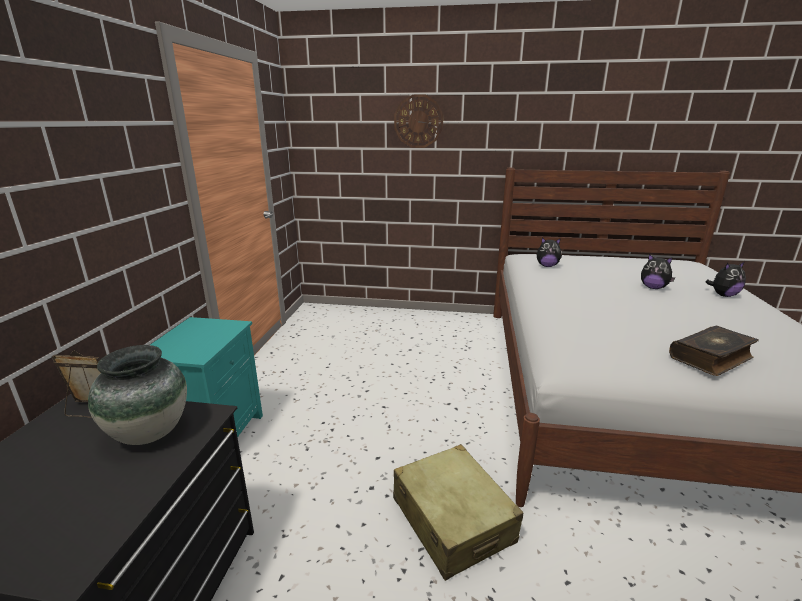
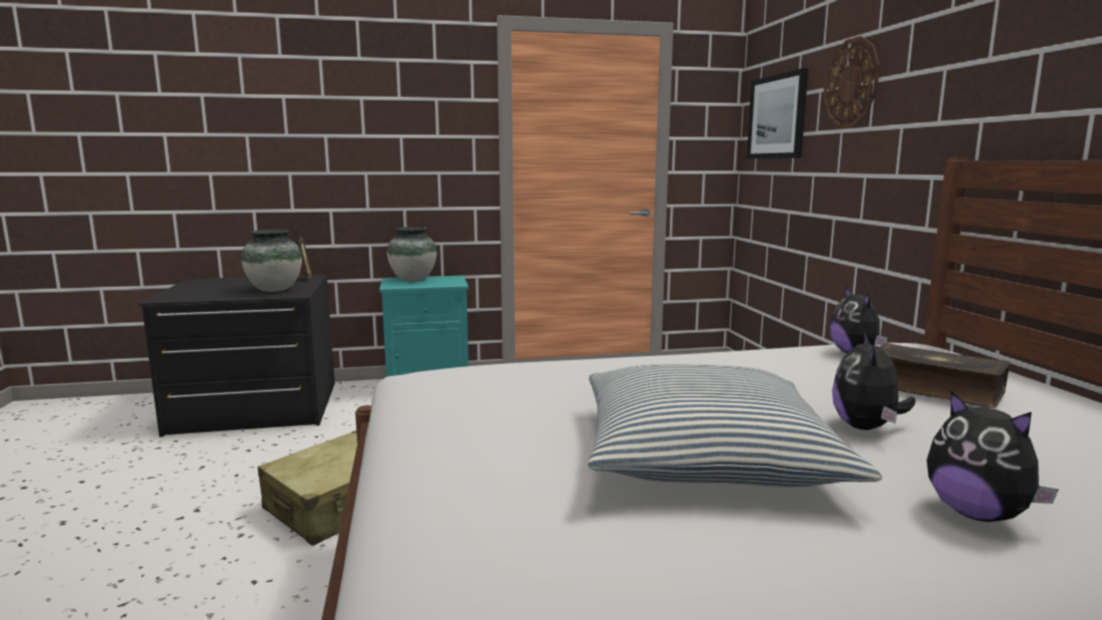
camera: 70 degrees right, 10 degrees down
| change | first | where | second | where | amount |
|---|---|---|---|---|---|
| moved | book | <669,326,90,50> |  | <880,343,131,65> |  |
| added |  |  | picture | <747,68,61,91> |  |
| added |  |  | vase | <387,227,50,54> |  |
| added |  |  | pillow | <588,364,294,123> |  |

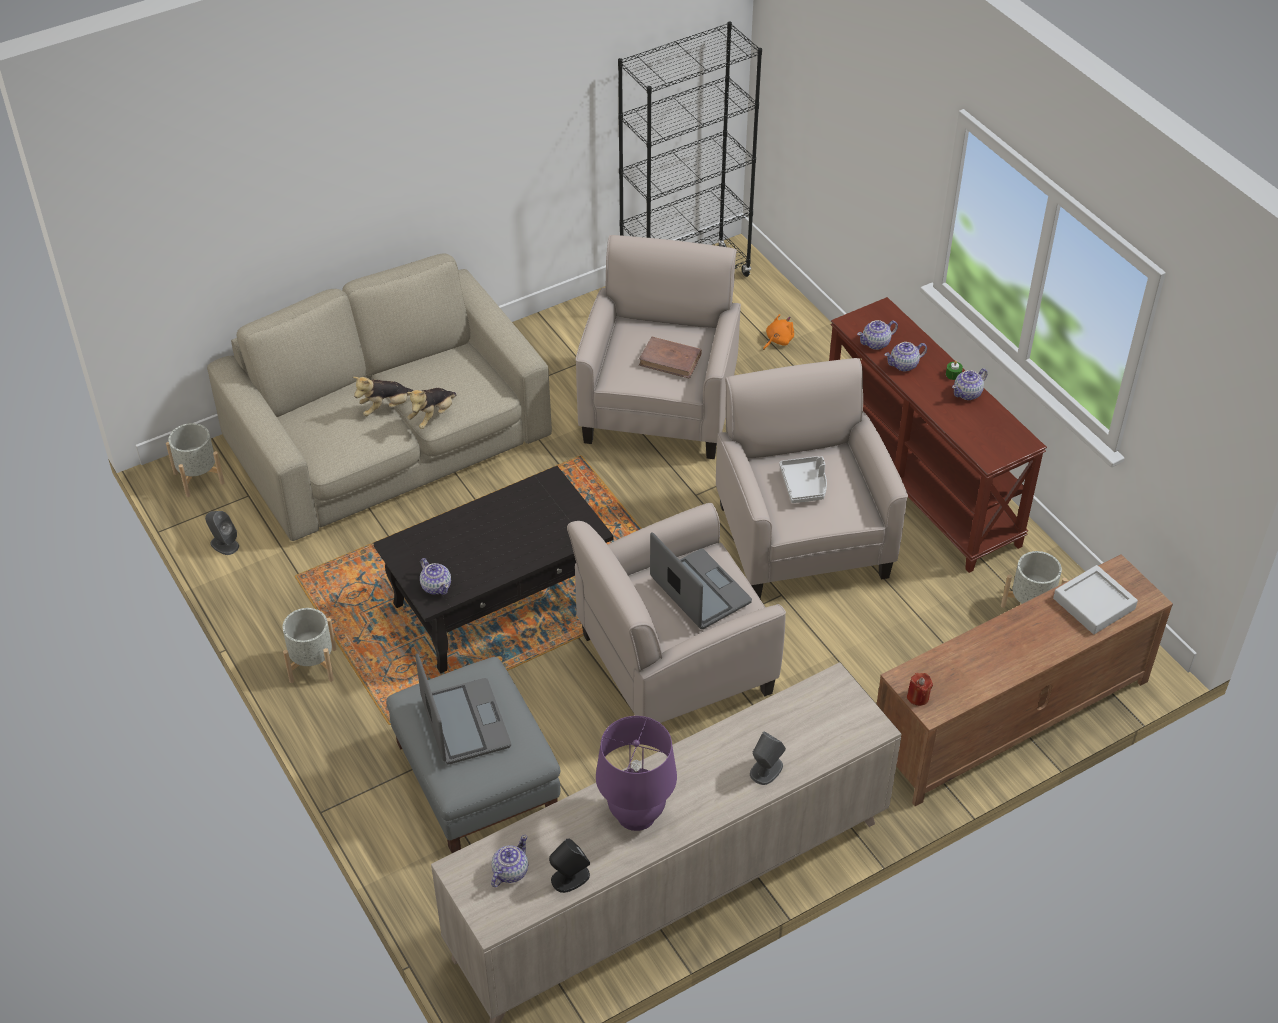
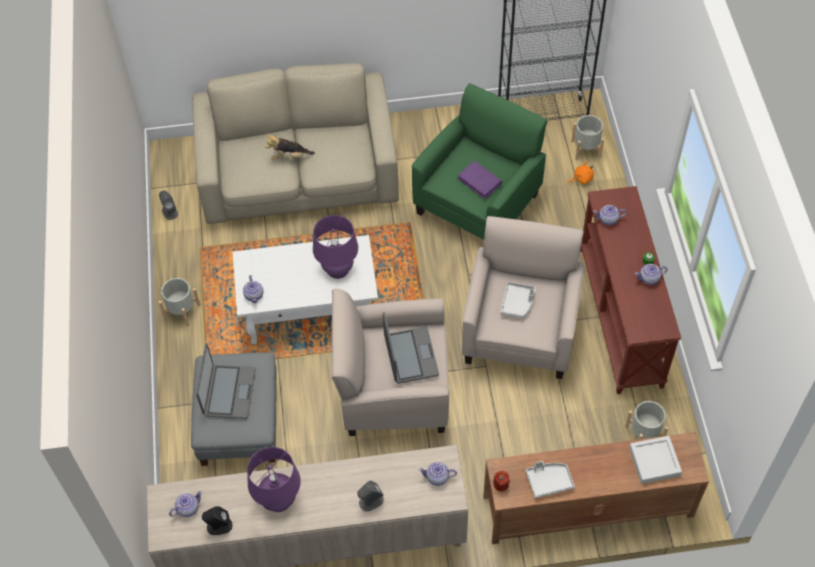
camera: 25 degrees right, 10 degrees up
| change | first | where | second | where | amount |
|---|---|---|---|---|---|
| recoloured | armchair (beige) | <575,235,166,224> | armchair (green) | <412,83,136,157> |  |
| recoloured | book (brown) | <639,337,63,42> | book (purple) | <457,161,45,38> |  |
| moved | teapot | <884,342,43,29> |  | <419,462,38,24> |  |
| removed | plush toy | <407,388,49,41> |  |  |  |
| moved | planter (grey) | <166,423,59,74> |  | <571,115,33,45> |  |
| recoloured | coffee table (black) | <374,466,239,207> | coffee table (white) | <233,235,145,110> |  |
| added |  |  | table lamp (purple) | <313,215,45,64> |  |
| added |  |  | tray (grey) | <526,461,49,37> |  |

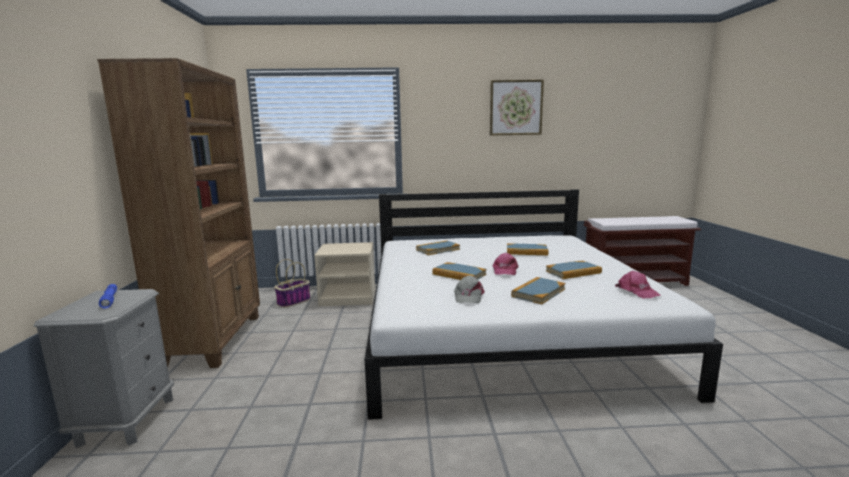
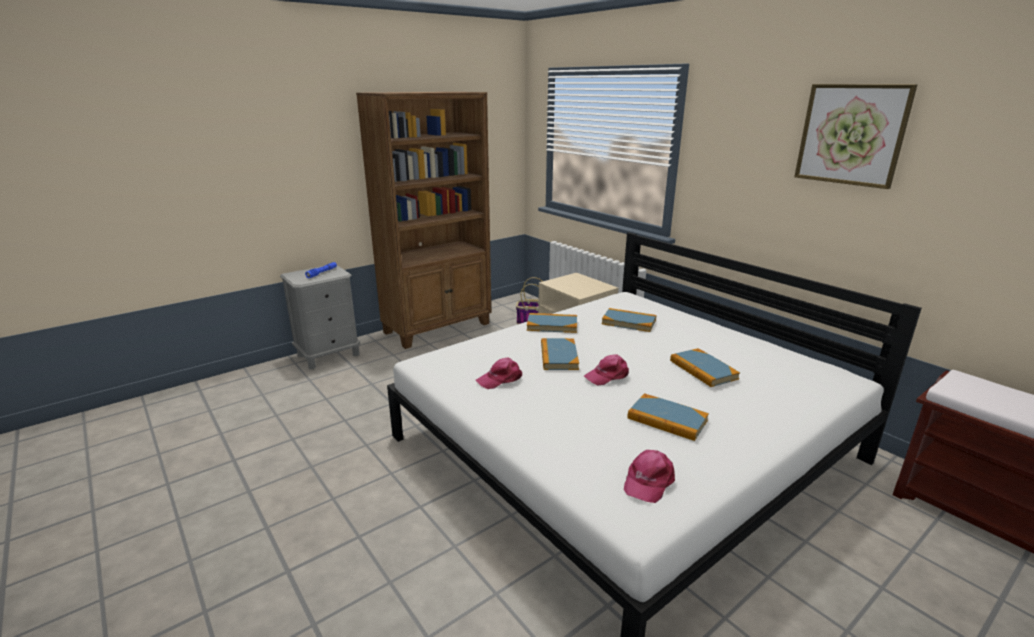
camera: 55 degrees right, 10 degrees up
| change | first | where | second | where | amount |
|---|---|---|---|---|---|
| recoloured | cap (grey) | <454,275,31,29> | cap (pink) | <476,357,46,32> |  |
| moved | book | <511,277,55,27> |  | <527,313,50,20> |  |

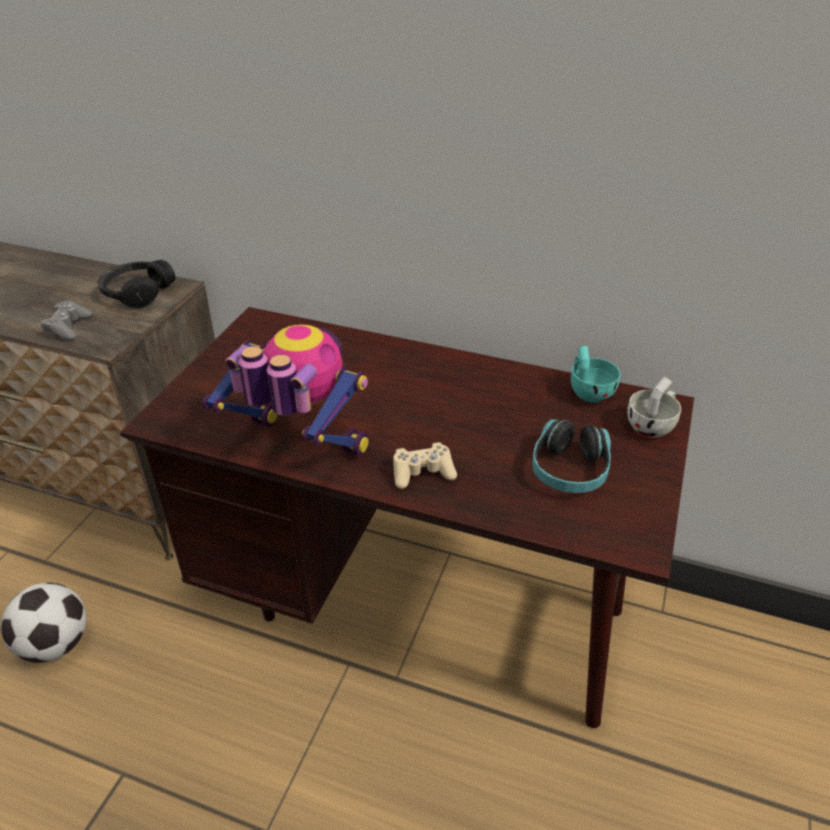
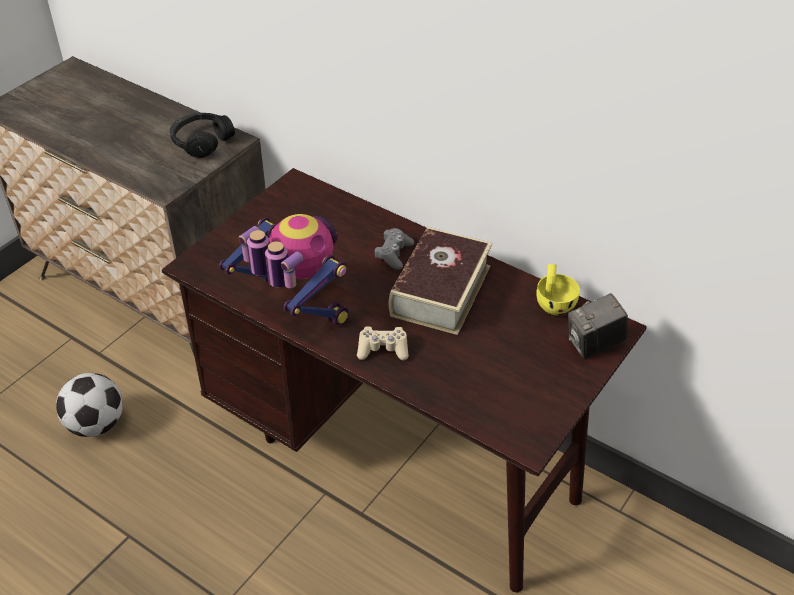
camera: 15 degrees right, 5 degrees up
| change | first | where | second | where | amount |
|---|---|---|---|---|---|
| moved | game controller (grey) | <41,301,51,39> |  | <374,228,40,42> |  |
| recoloured | cup (turquoise) | <571,346,50,57> | cup (yellow) | <536,264,44,51> |  |
| replaced | cup (white) | <627,377,54,61> | photo camera | <568,293,60,66> |  |
| removed | headphones | <532,419,79,74> |  |  |  |
| added |  |  | book | <389,227,103,108> |  |

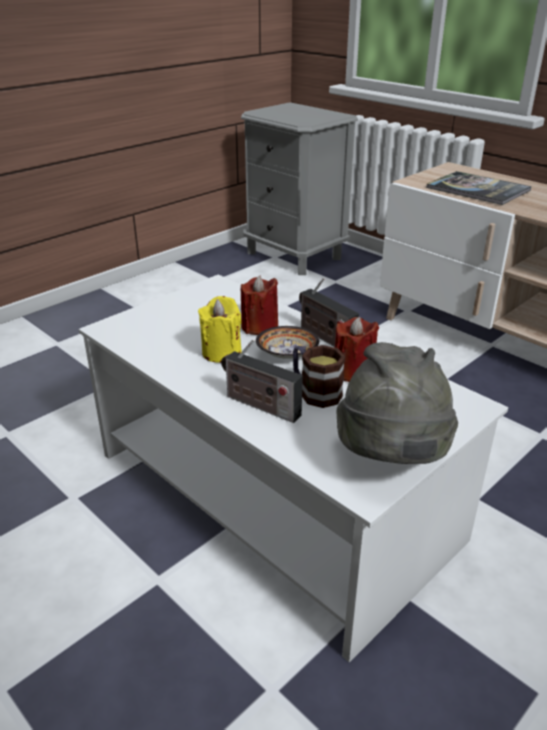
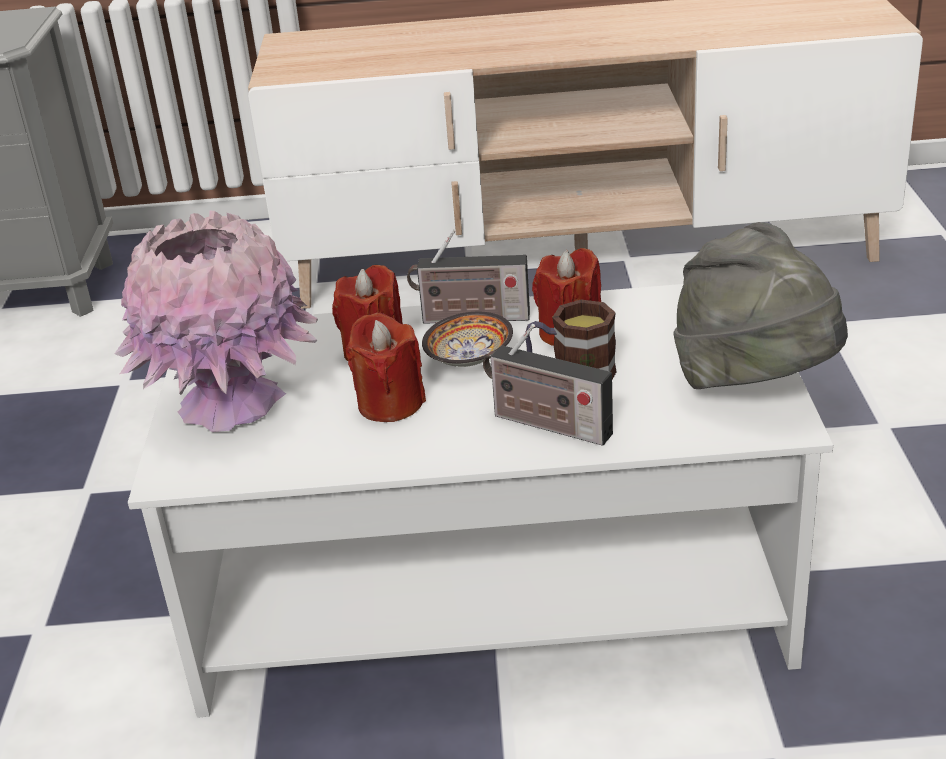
camera: 45 degrees left, 0 degrees up
| change | first | where | second | where | amount |
|---|---|---|---|---|---|
| removed | book | <426,171,106,34> |  |  |  |
| recoloured | candle (yellow) | <198,296,44,67> | candle (red) | <346,312,80,110> |  |
| turned | radio | <221,339,82,84> |  | <483,324,130,122> | 45 degrees clockwise |
| added |  |  | vase (pink) | <114,211,204,221> |  |

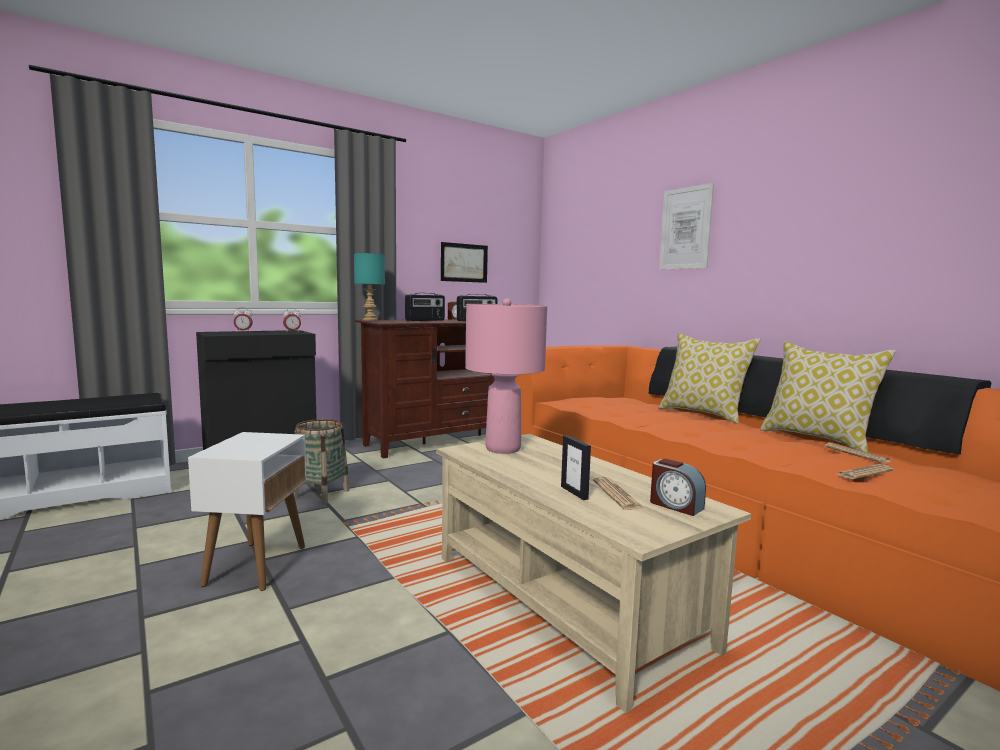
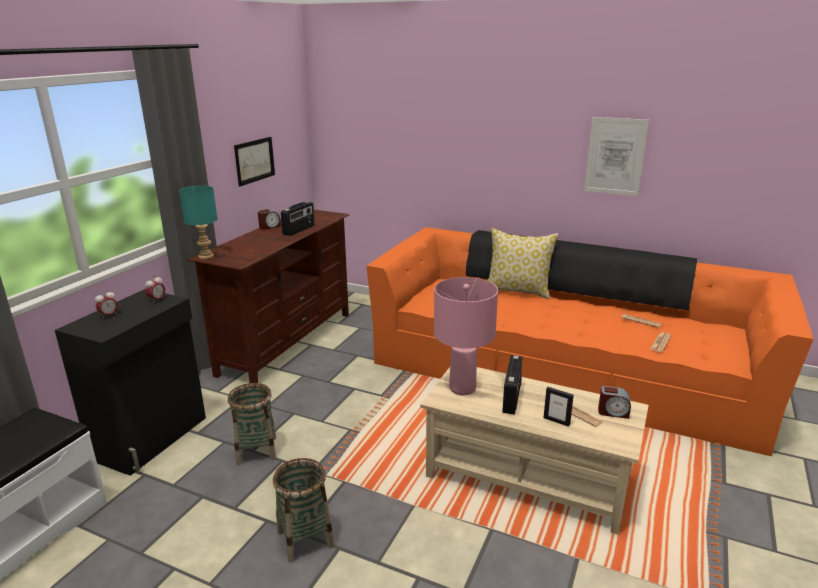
camera: 30 degrees left, 15 degrees up
| change | first | where | second | where | amount |
|---|---|---|---|---|---|
| moved | picture | <659,183,55,87> |  | <584,117,65,79> |  |
| moved | radio | <405,293,40,28> |  | <502,355,20,60> |  |
| removed | pillow | <760,341,136,112> |  |  |  |
| replaced | side table (white) | <188,432,118,159> | basket | <273,458,61,105> |  |

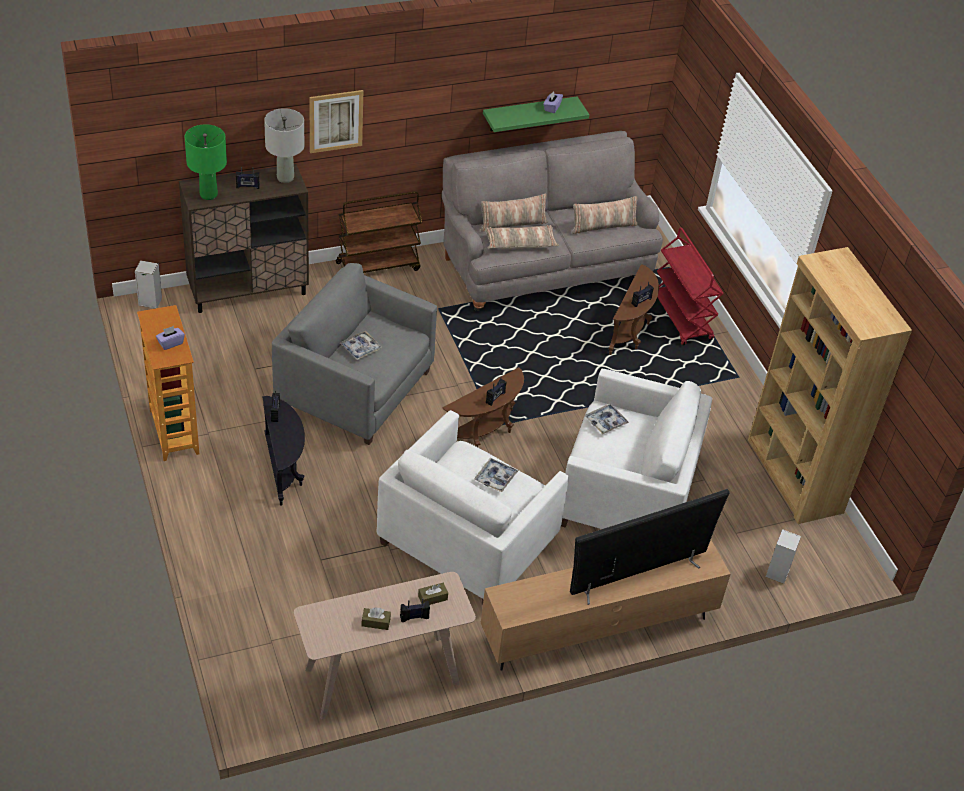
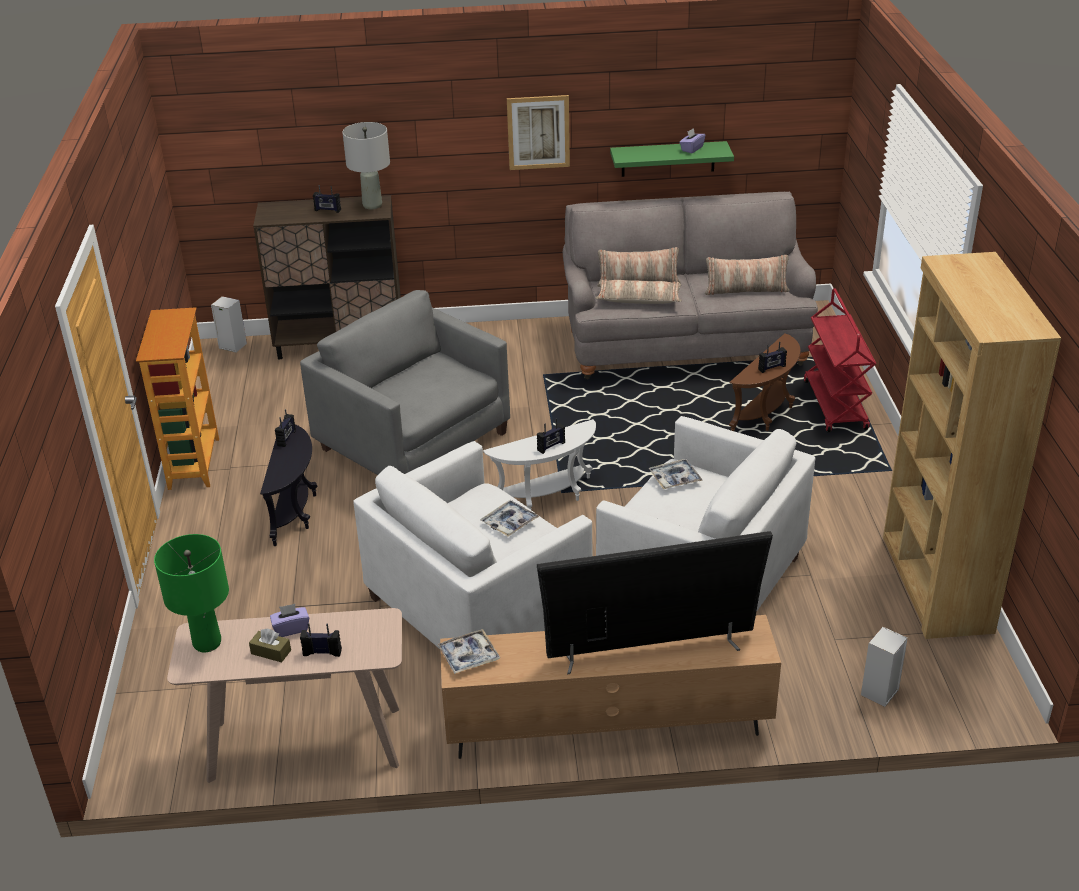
camera: 20 degrees right, 10 degrees down
| change | first | where | second | where | amount |
|---|---|---|---|---|---|
| moved | picture | <309,90,54,63> |  | <507,95,63,75> |  |
| moved | table lamp (green) | <185,124,42,76> |  | <154,534,75,119> |  |
| removed | cart (brown) | <336,191,86,82> |  |  |  |
| moved | tissue box (purple) | <156,326,29,24> |  | <270,604,39,33> |  |
| moved | tray | <340,331,42,29> |  | <438,629,62,45> |  |
| recoloured | side table (brown) | <443,367,81,80> | side table (white) | <483,419,113,91> |  |
| removed | tissue box (brown) | <418,583,30,22> |  |  |  |

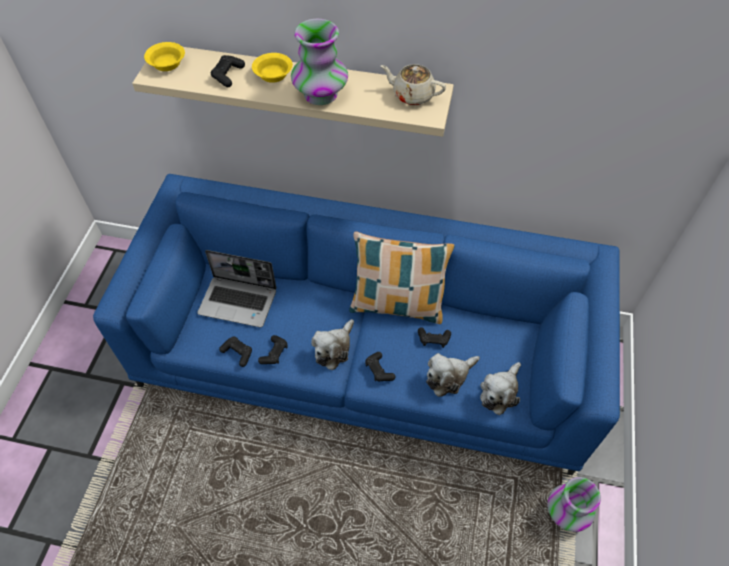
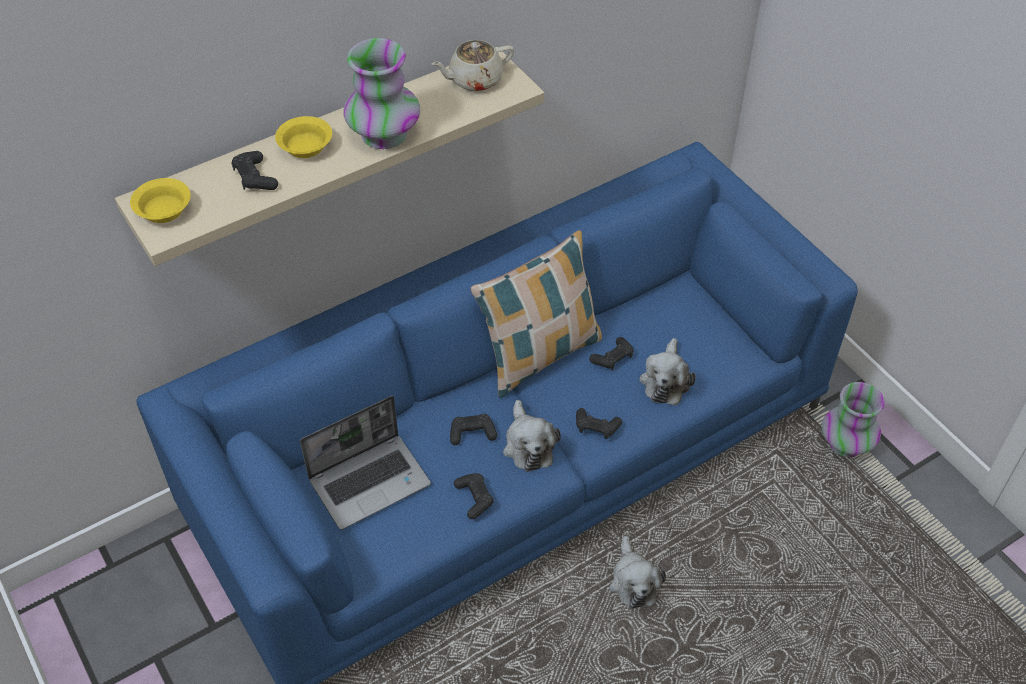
camera: 45 degrees left, 5 degrees down
| change | first | where | second | where | amount |
|---|---|---|---|---|---|
| moved | game controller (black) | <219,337,33,30> |  | <450,414,47,31> |  |
| moved | plush toy | <480,362,41,53> |  | <609,536,57,73> |  |

